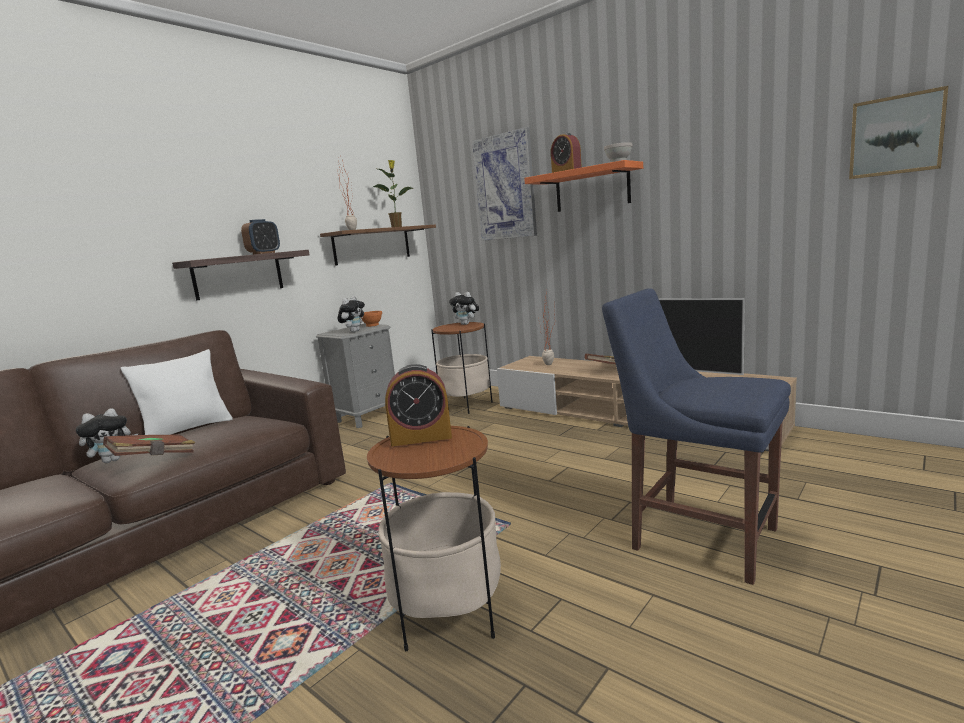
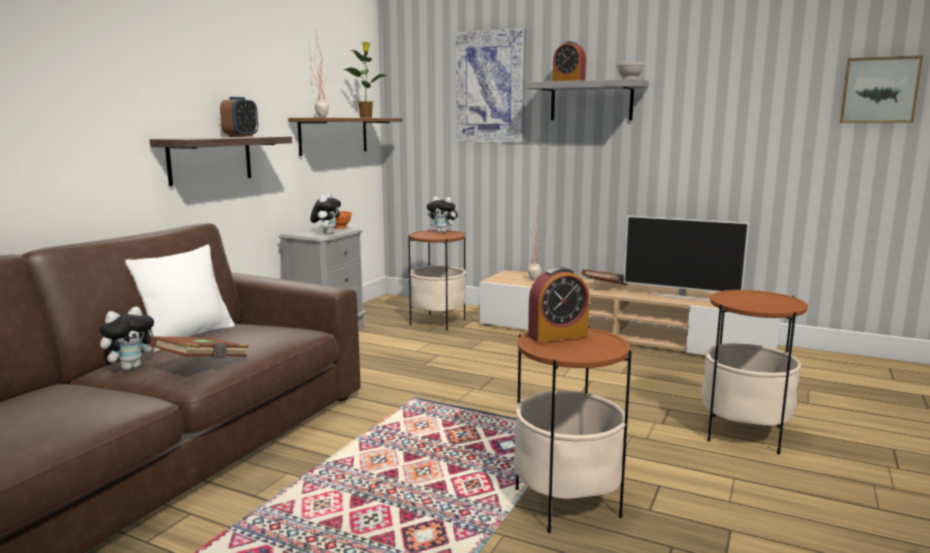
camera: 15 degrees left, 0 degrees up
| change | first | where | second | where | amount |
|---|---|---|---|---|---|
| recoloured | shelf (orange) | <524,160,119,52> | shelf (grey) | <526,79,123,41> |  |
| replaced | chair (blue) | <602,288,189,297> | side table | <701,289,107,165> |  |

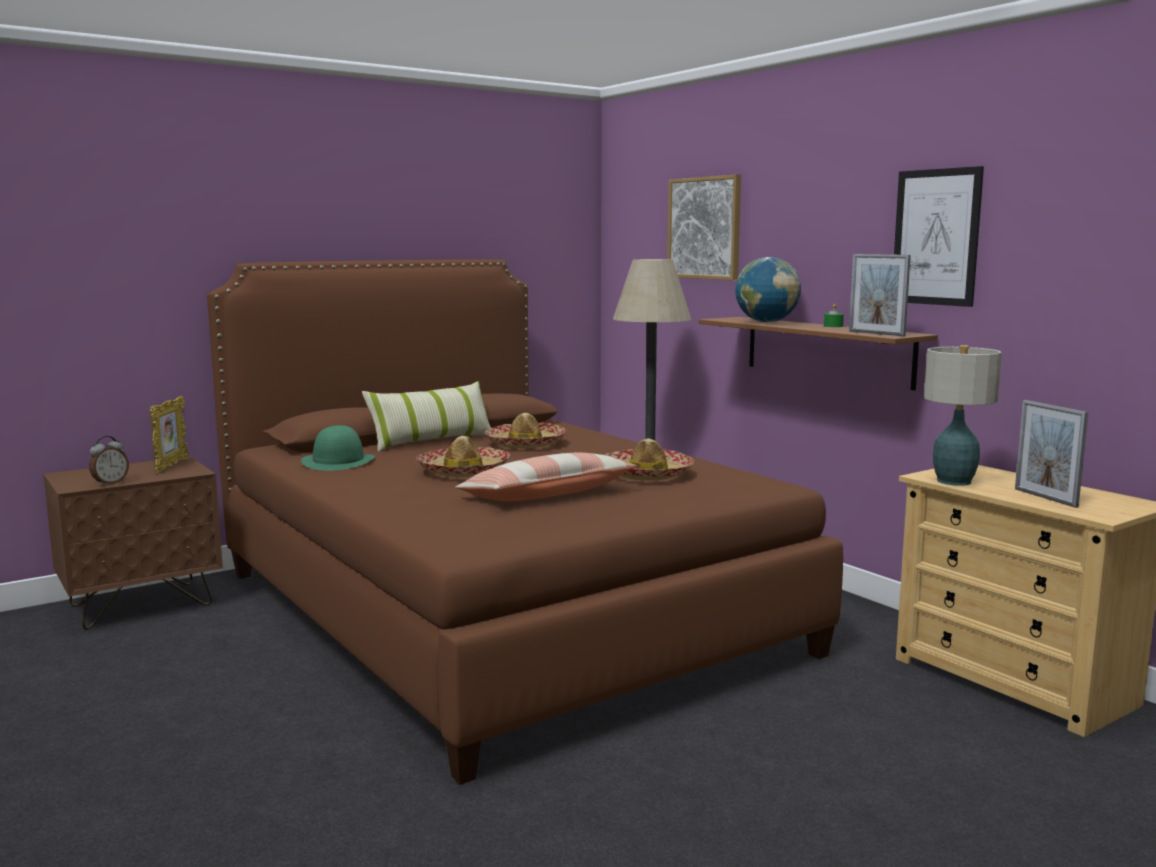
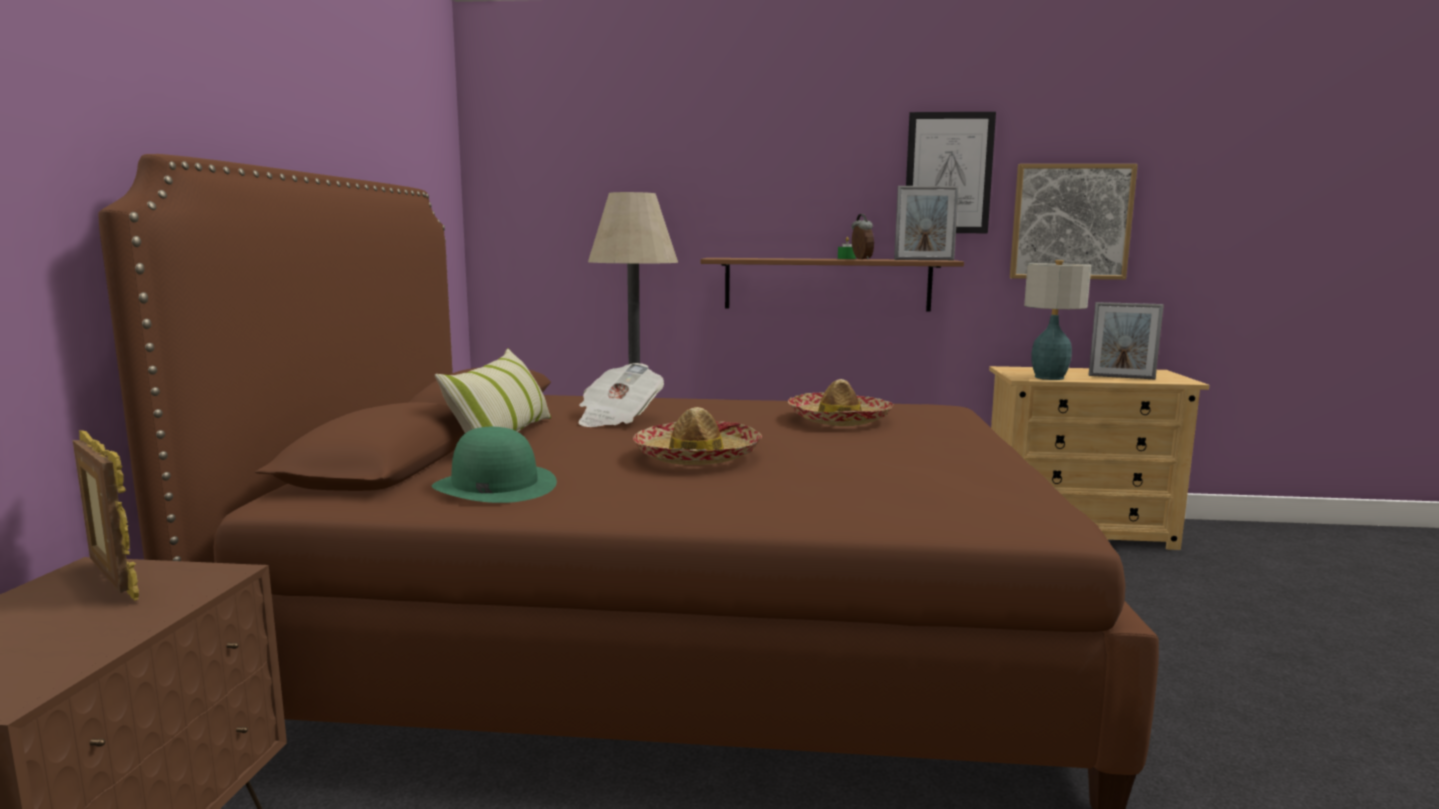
camera: 50 degrees left, 0 degrees up
| change | first | where | second | where | amount |
|---|---|---|---|---|---|
| moved | picture | <667,175,74,105> |  | <1010,164,128,116> |  |
| removed | globe | <735,257,66,66> |  |  |  |
| replaced | hat | <485,413,82,36> | newspaper | <578,363,86,64> |  |
| moved | alarm clock | <89,436,40,50> |  | <851,214,23,46> |  |
| removed | pillow | <455,453,182,48> |  |  |  |

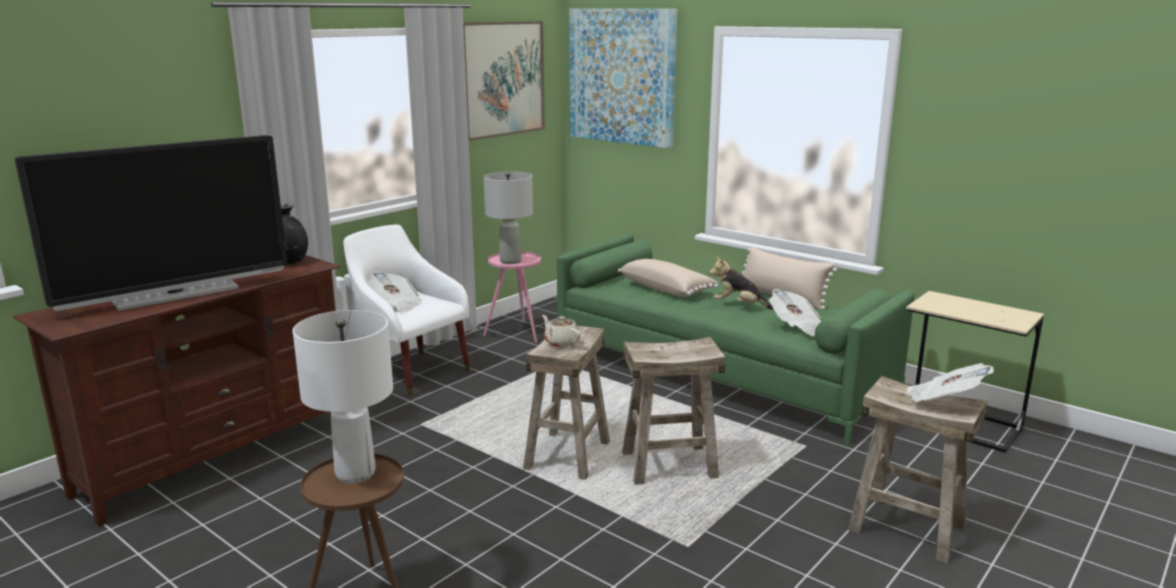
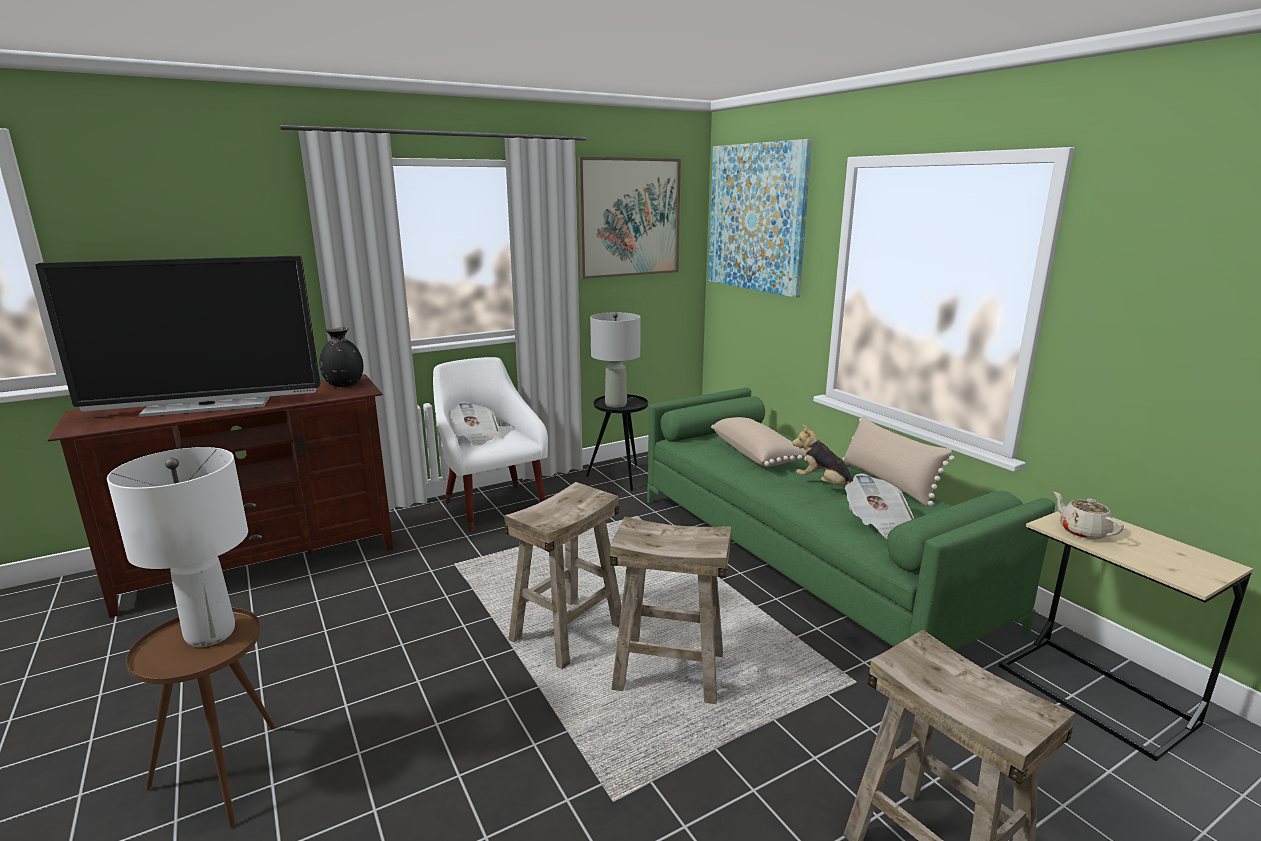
camera: 20 degrees right, 0 degrees up
| change | first | where | second | where | amount |
|---|---|---|---|---|---|
| recoloured | side table (pink) | <483,251,58,92> | side table (black) | <586,394,62,97> |  |
| moved | teapot (beige) | <542,315,39,32> |  | <1053,492,71,48> |  |
| removed | newspaper | <906,363,88,40> |  |  |  |

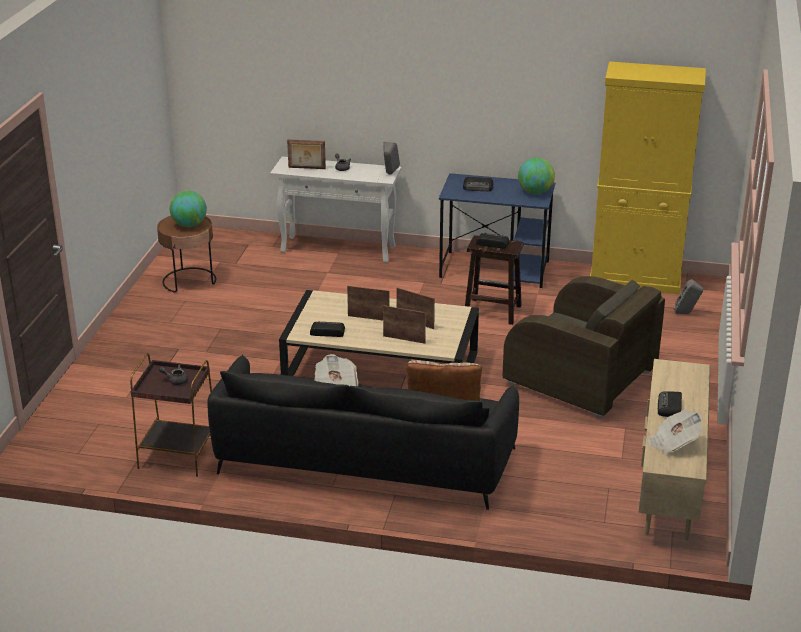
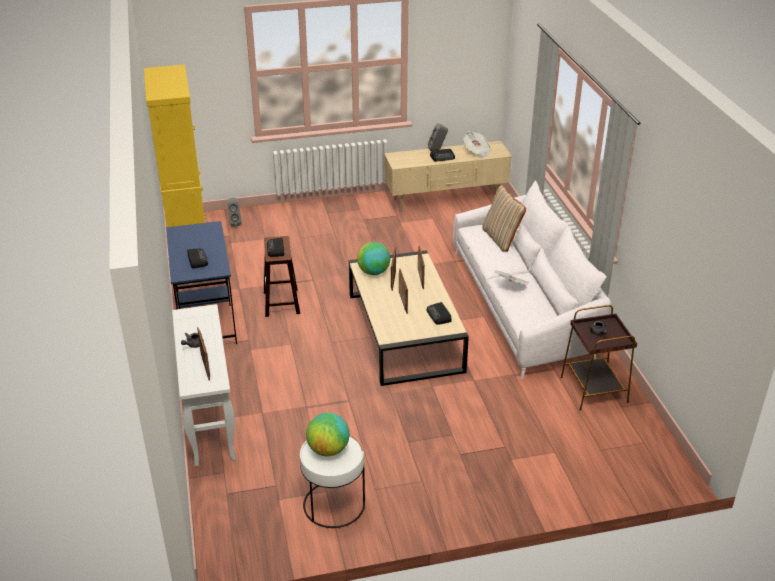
camera: 115 degrees left, 5 degrees up
| change | first | where | second | where | amount |
|---|---|---|---|---|---|
| moved | speaker (grey) | <383,142,17,33> |  | <428,123,20,28> |  |
| moved | globe | <518,157,37,37> |  | <357,242,33,33> |  |
| recoloured | side table (brown) | <157,216,59,77> | side table (white) | <300,434,65,94> |  |
| removed | armchair (brown) | <503,276,162,142> |  |  |  |
| recoloured | sofa (black) | <207,355,312,155> | sofa (white) | <453,180,158,199> |  |

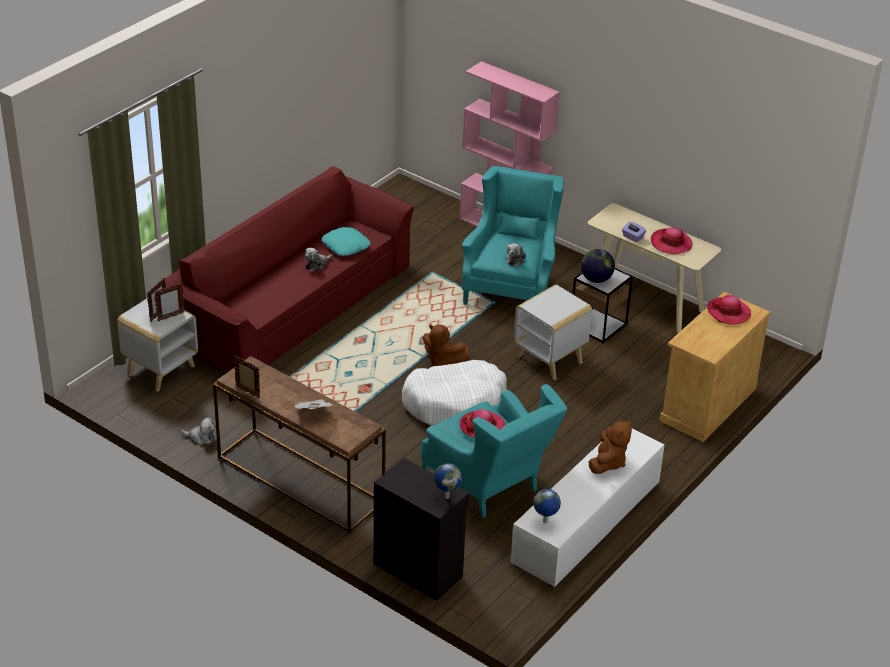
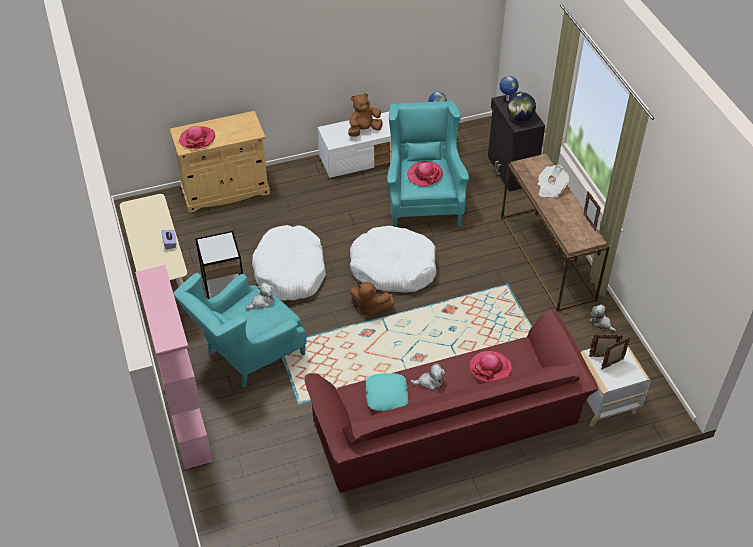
camera: 145 degrees left, 10 degrees up
| change | first | where | second | where | amount |
|---|---|---|---|---|---|
| moved | hat | <651,228,41,26> |  | <469,351,43,31> |  |
| moved | globe | <581,249,34,34> |  | <507,92,29,29> |  |
| replaced | side table (white) | <514,284,78,96> | dog bed (white) | <252,225,74,76> |  |
| turned | plush toy (brown) | <423,324,47,42> |  | <350,282,45,35> | 135 degrees clockwise |

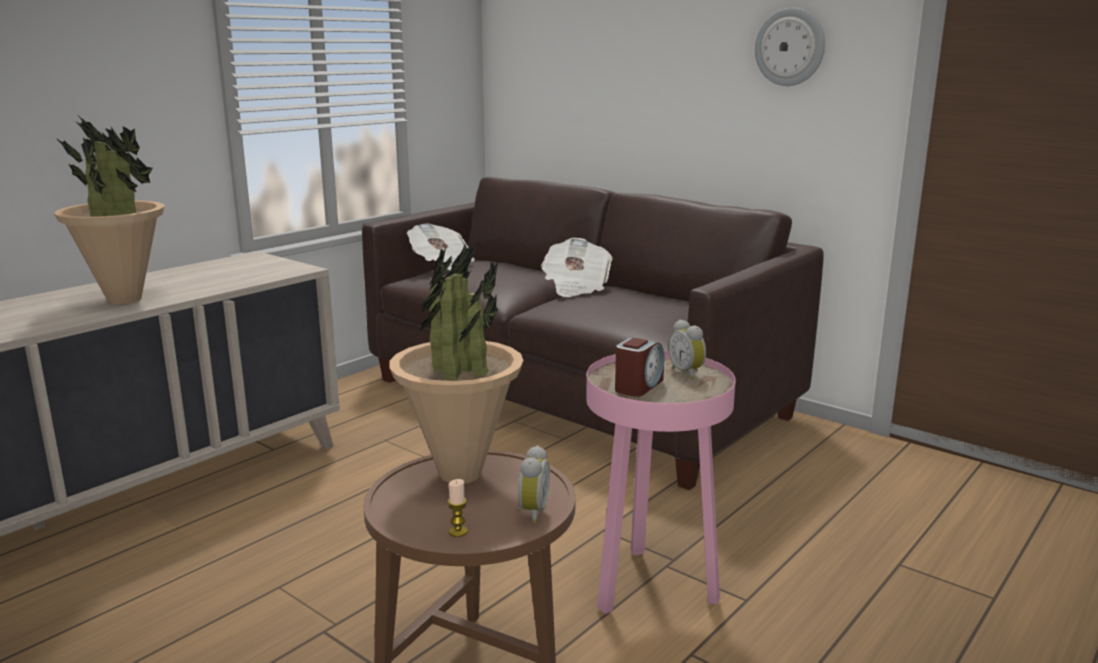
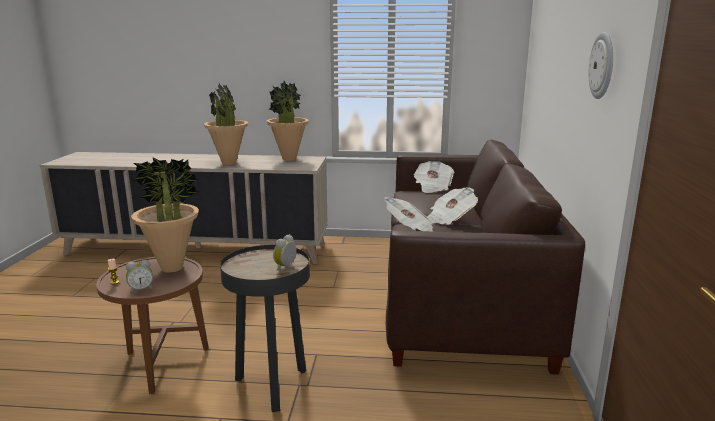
camera: 55 degrees right, 0 degrees up
| change | first | where | second | where | amount |
|---|---|---|---|---|---|
| removed | alarm clock | <615,337,50,60> |  |  |  |
| recoloured | side table (pink) | <586,351,150,263> | side table (black) | <220,245,90,167> |  |
| added |  |  | potted plant | <267,80,42,81> |  |
| added |  |  | newspaper | <384,197,49,34> |  |

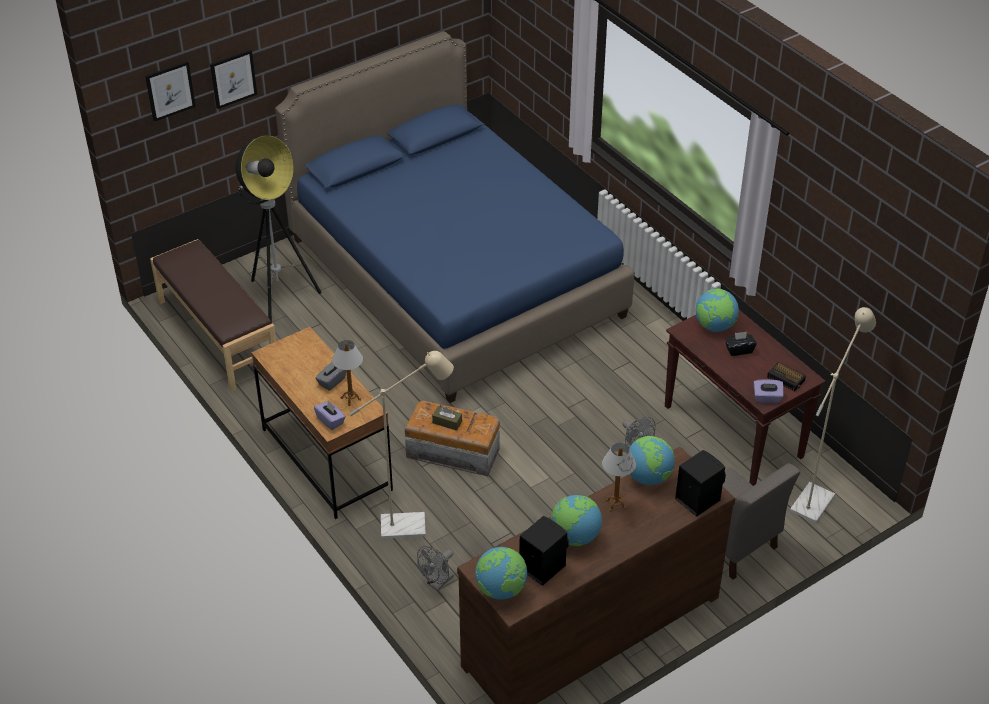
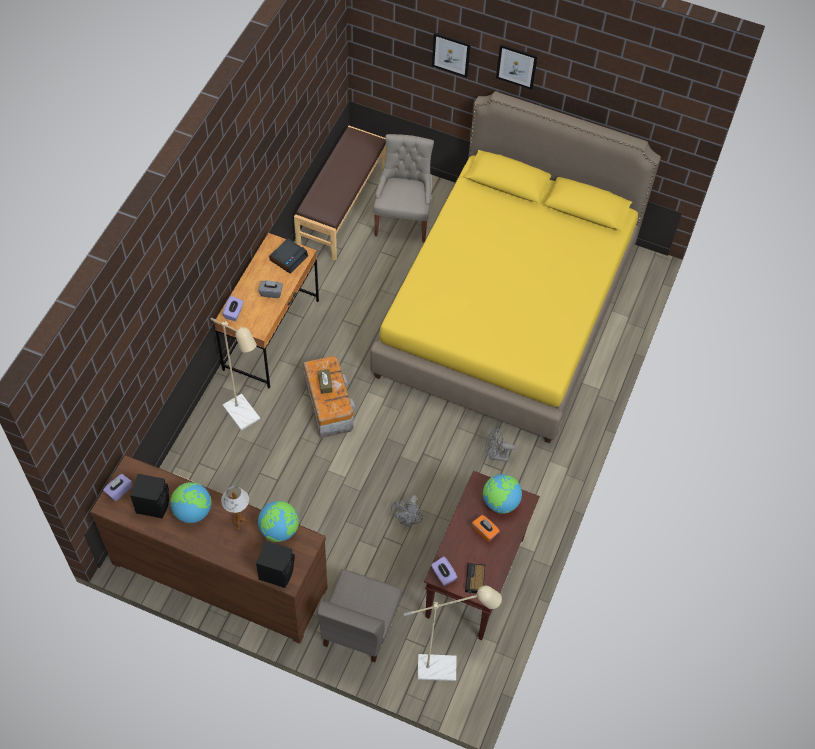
camera: 55 degrees right, 15 degrees up
| change | first | where | second | where | amount |
|---|---|---|---|---|---|
| recoloured | bed (blue) | <275,31,360,372> | bed (yellow) | <370,91,291,352> |  |
| moved | picture | <145,61,51,61> |  | <496,44,42,46> |  |
| replaced | floor lamp | <235,135,86,189> | chair (grey) | <374,134,60,108> |  |
| recoloured | tissue box (black) | <725,332,32,24> | tissue box (orange) | <472,515,28,27> |  |
| removed | table lamp | <332,340,31,66> |  |  |  |
| moved | fan (grey) | <417,546,37,45> |  | <485,427,30,35> |  |
| replaced | globe | <475,547,52,53> | tissue box (purple) | <103,474,29,27> |  |
| added |  |  | alarm clock | <269,238,39,36> |  |

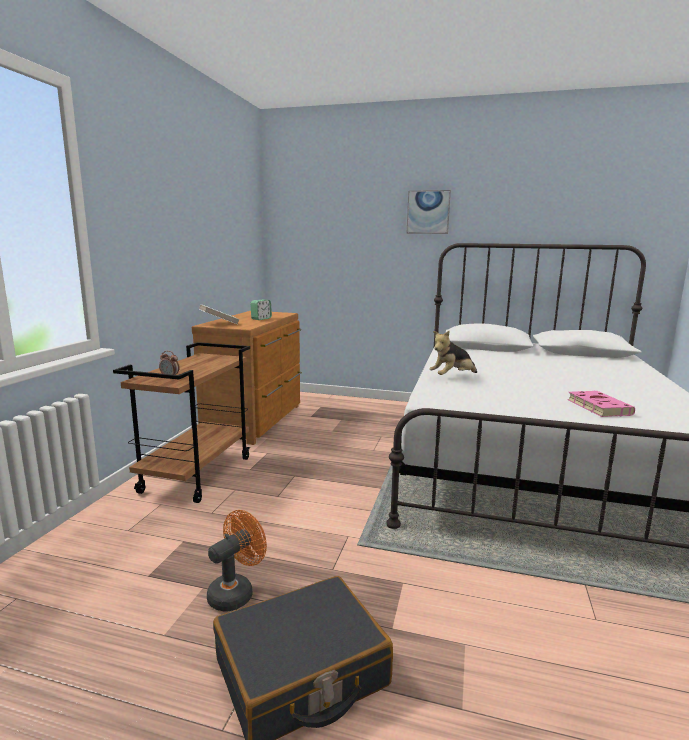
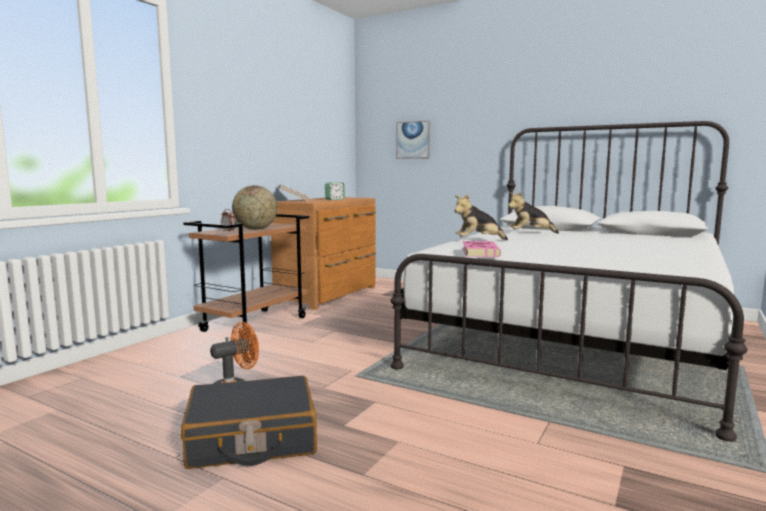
camera: 15 degrees right, 5 degrees down
| change | first | where | second | where | amount |
|---|---|---|---|---|---|
| moved | picture | <406,190,45,44> |  | <396,121,34,38> |  |
| moved | book (pink) | <568,391,67,26> |  | <463,241,38,16> |  |
| added |  |  | globe | <232,185,45,45> |  |
| added |  |  | plush toy | <508,192,51,42> |  |

